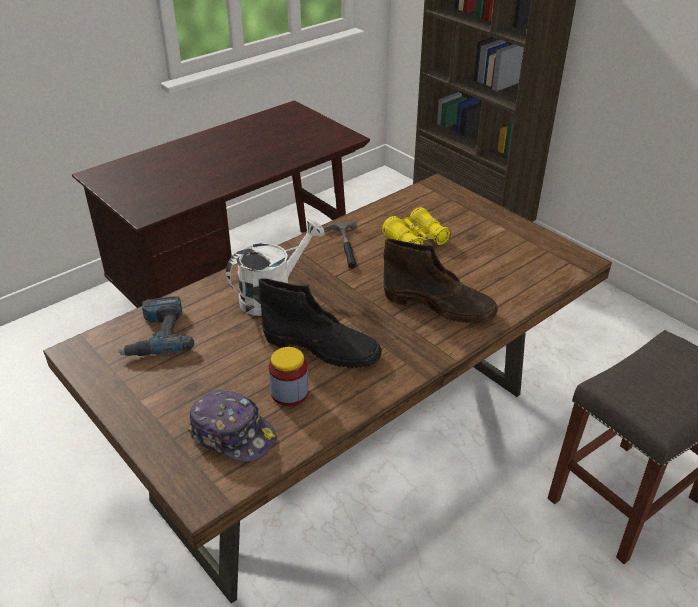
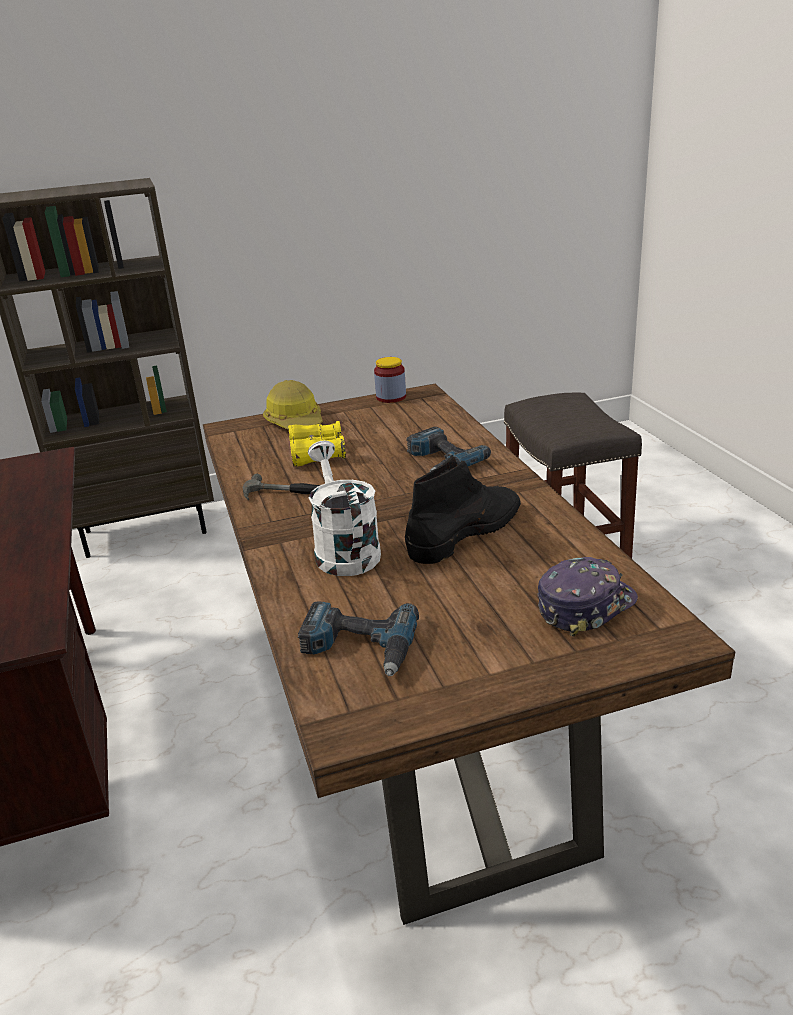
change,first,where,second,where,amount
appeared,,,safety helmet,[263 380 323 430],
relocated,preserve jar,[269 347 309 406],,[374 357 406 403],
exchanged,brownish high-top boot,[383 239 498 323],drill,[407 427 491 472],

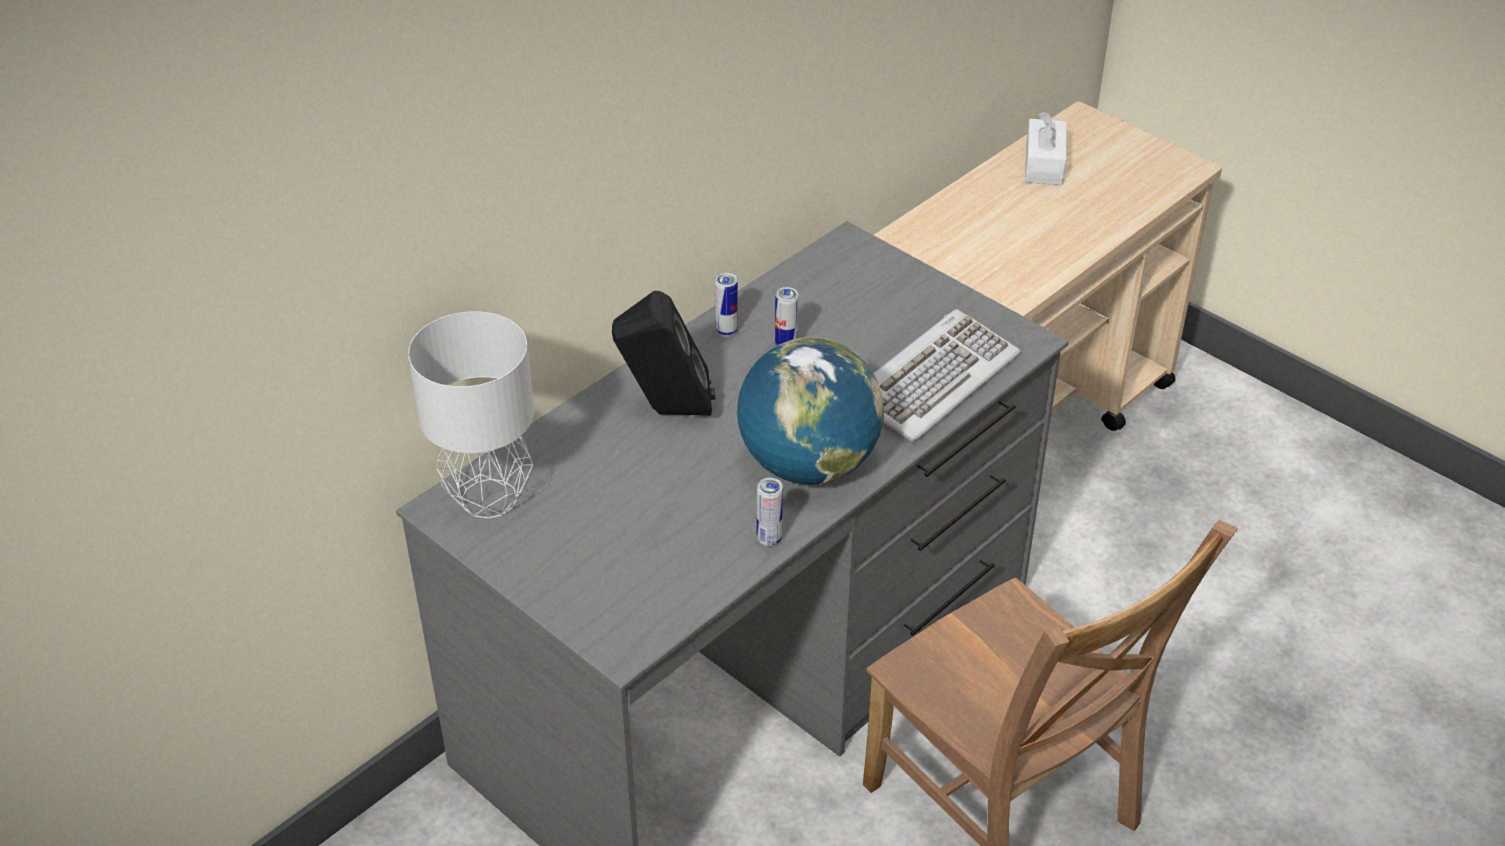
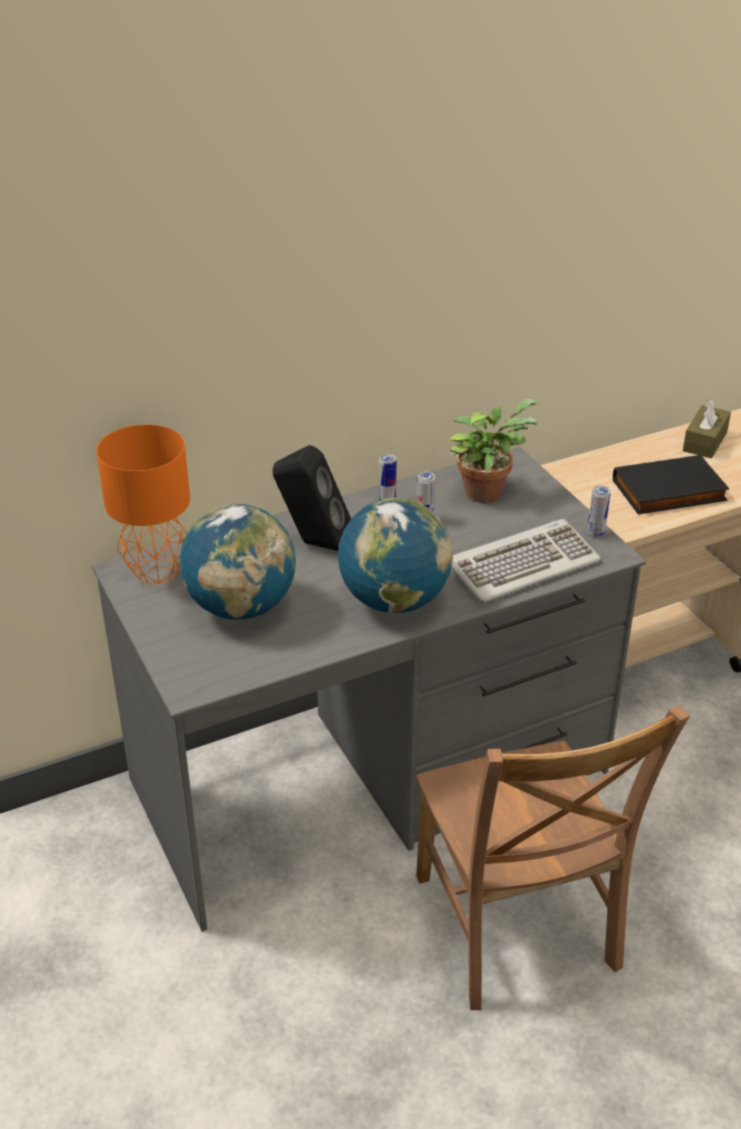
change,first,where,second,where,amount
colour,gray table lamp,[408 311 534 519],orange table lamp,[96 425 190 584],
appeared,,,world globe,[180 504 296 620],
appeared,,,potted plant,[450 399 540 503],
relocated,sealed can,[757 478 783 546],,[587 486 611 537],
appeared,,,blackish volume,[613 455 730 514],
colour,white tissue holder,[1025 112 1067 185],brownish tissue holder,[683 399 731 458],

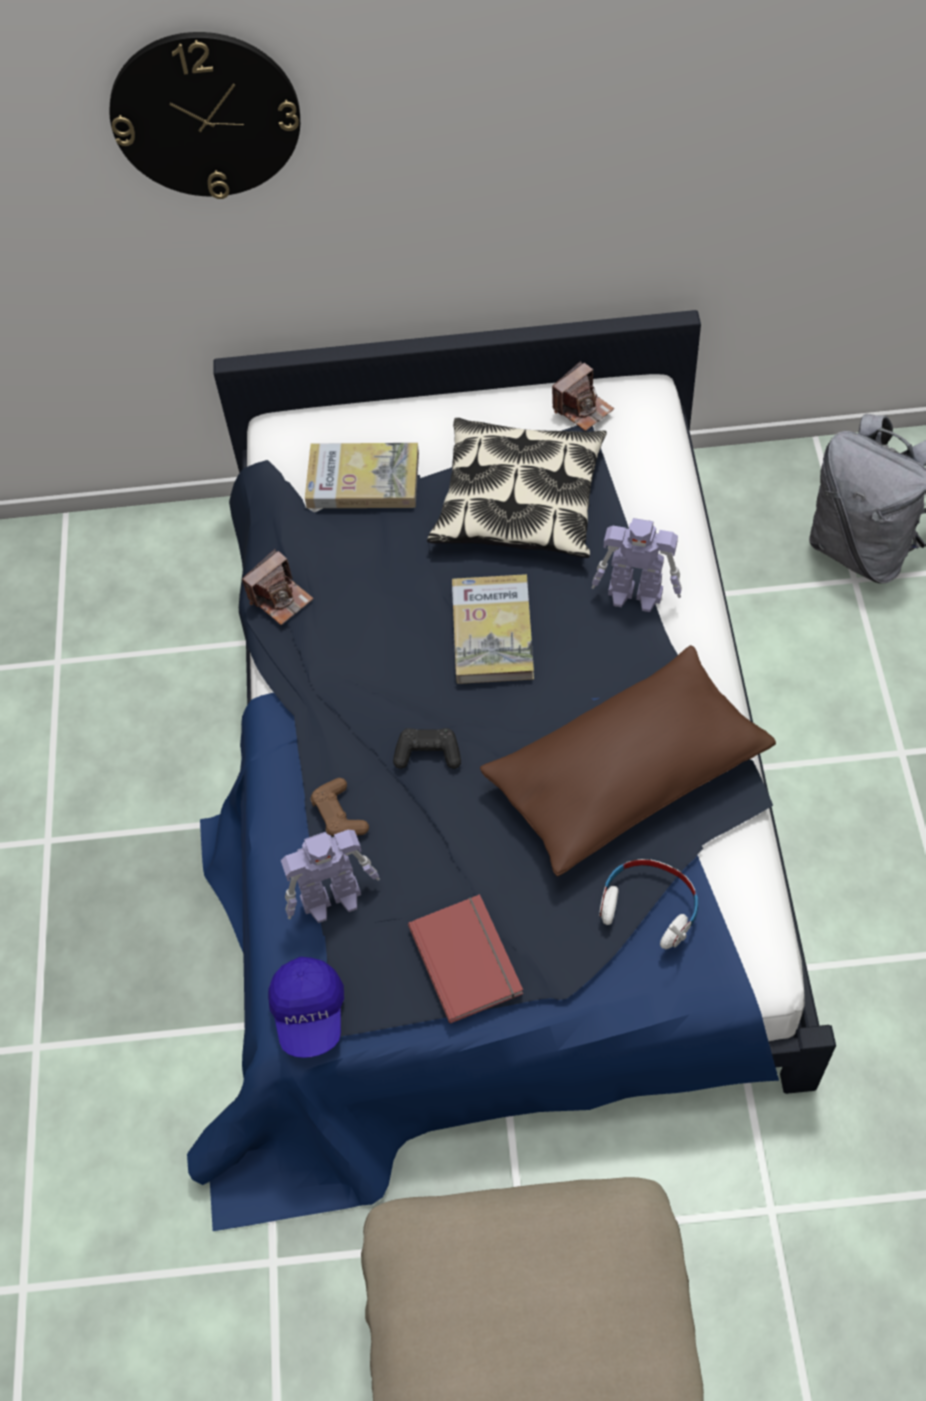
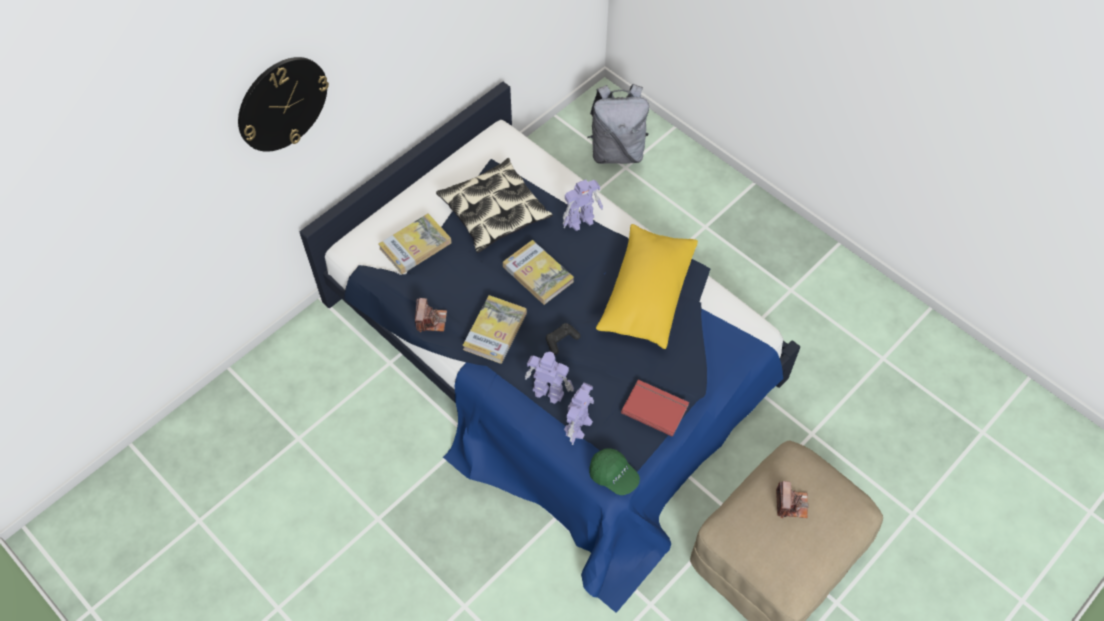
change,first,where,second,where,amount
appeared,,,volume,[462 295 527 364],
exchanged,brownish gamepad,[311 778 369 836],robot figure,[525 351 574 404],
colour,bluish baseball cap,[268 957 344 1058],greenish baseball cap,[589 448 640 495],
colour,brownish cushion,[480 645 776 877],yellowish cushion,[596 224 698 349],
relocated,photo camera,[552 361 614 431],,[776 481 809 518],
missing,white headphones,[599 859 698 950],,,

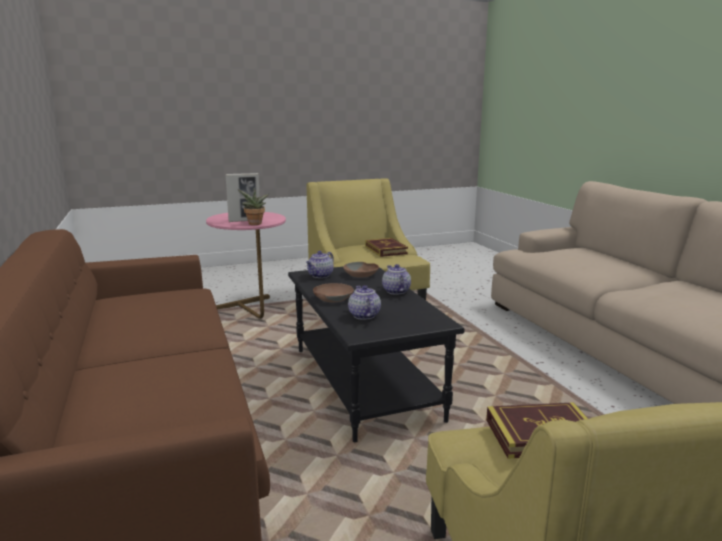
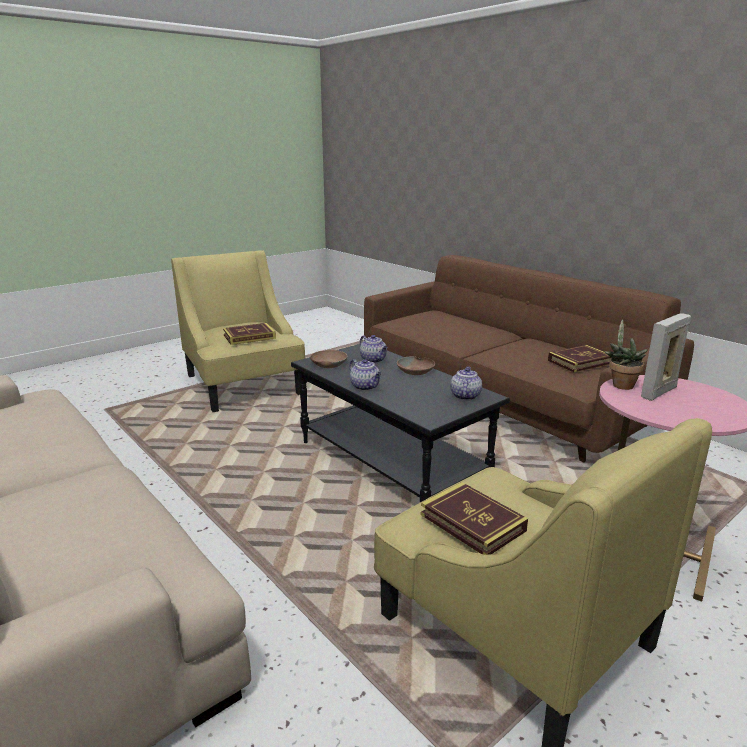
change,first,where,second,where,amount
relocated,brownish bowl,[343 262 379 278],,[310 350 348 368],
appeared,,,volume,[548 345 611 372],

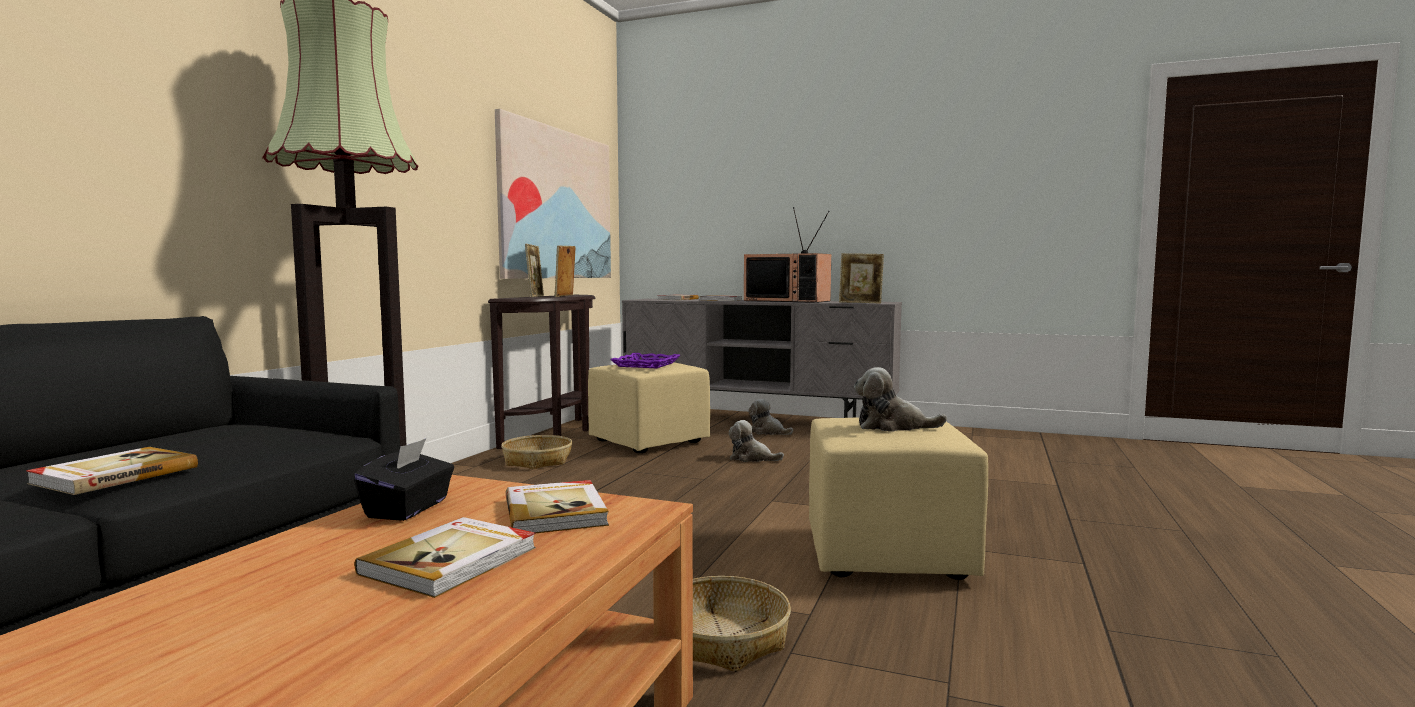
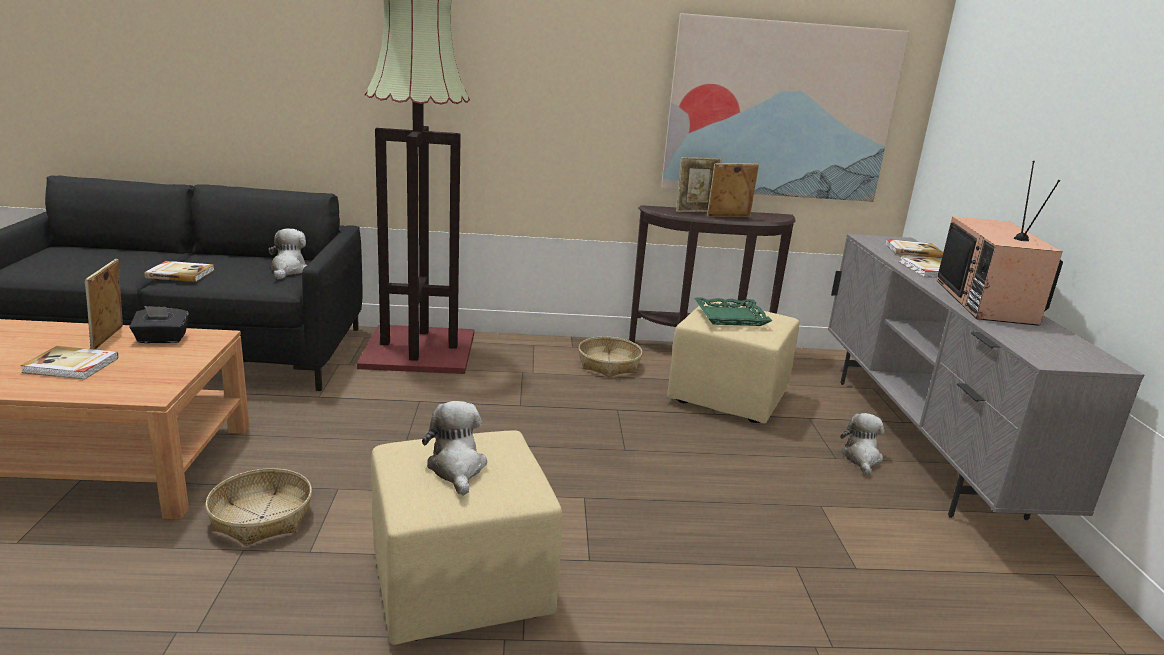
change,first,where,second,where,amount
relocated,standing frame,[839 253 884 304],,[85 259 123 350],
relocated,cuddly toy,[729 420 784 462],,[268 229 307 279],
colour,purple carrying tray,[611 353 680 368],greenish carrying tray,[694 297 772 326],
missing,volume,[506 480 609 533],,,

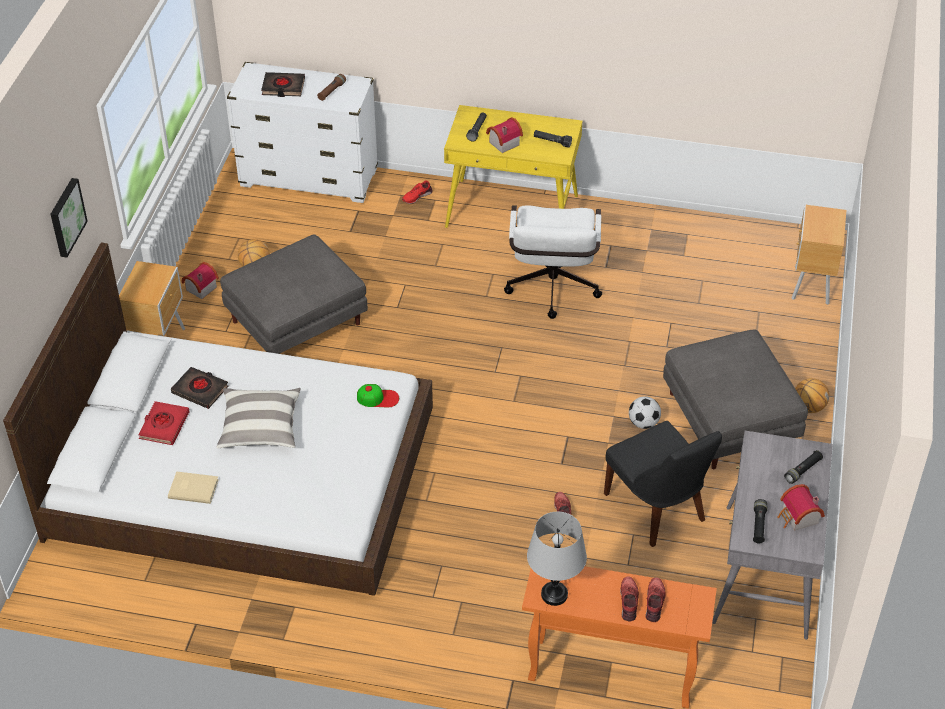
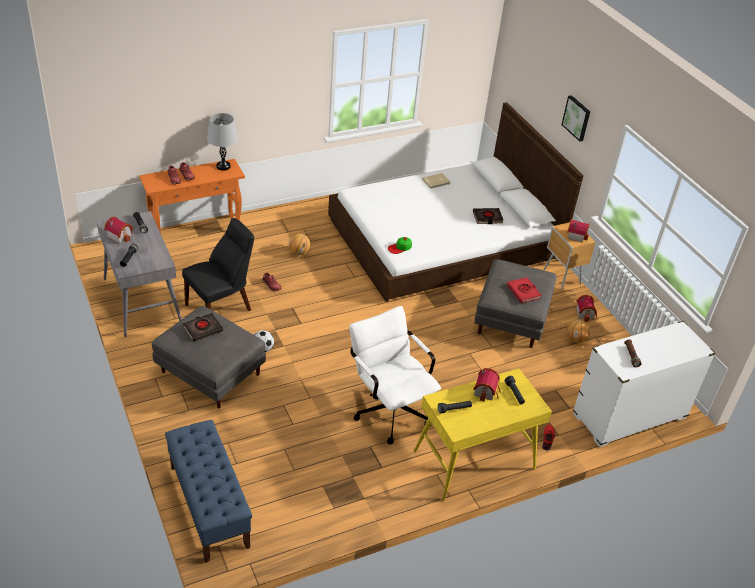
change,first,where,second,where,amount
exchanged,brownish nightstand,[792 205 846 305],bluish long seat,[165 420 252 563],
spun,blackish plain chair,[604 421 722 547],,[182 218 254 311],120 degrees clockwise
relocated,blackish volume,[261 72 305 97],,[183 313 223 341],
relocated,basketball,[795 378 829 413],,[289 233 310 255],
relocated,red-coloured volume,[138 401 189 445],,[507 277 542 303],
appeared,,,miniature house,[567 219 590 242],
missing,cushion,[217 388 300 448],,,

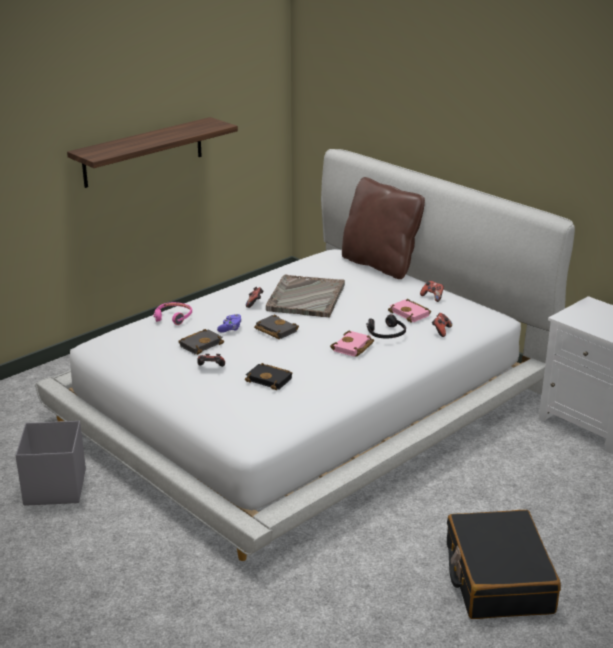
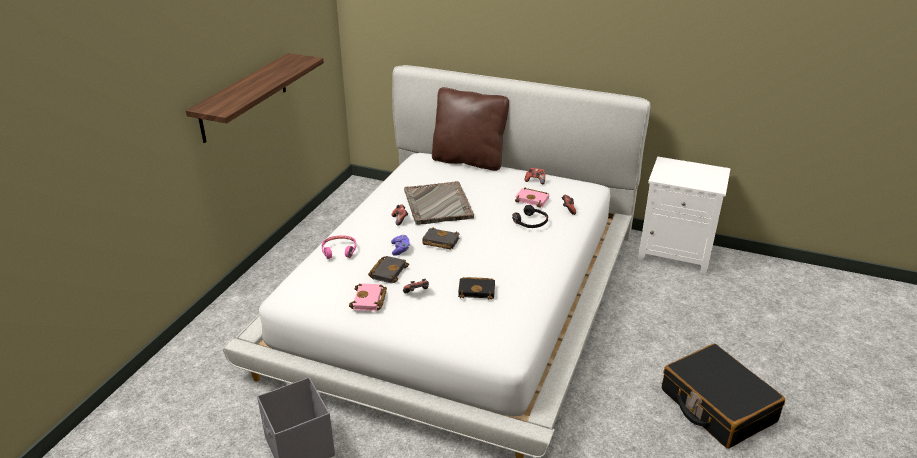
change,first,where,second,where,amount
relocated,pink volume,[330 331 374 357],,[349 283 387 311],

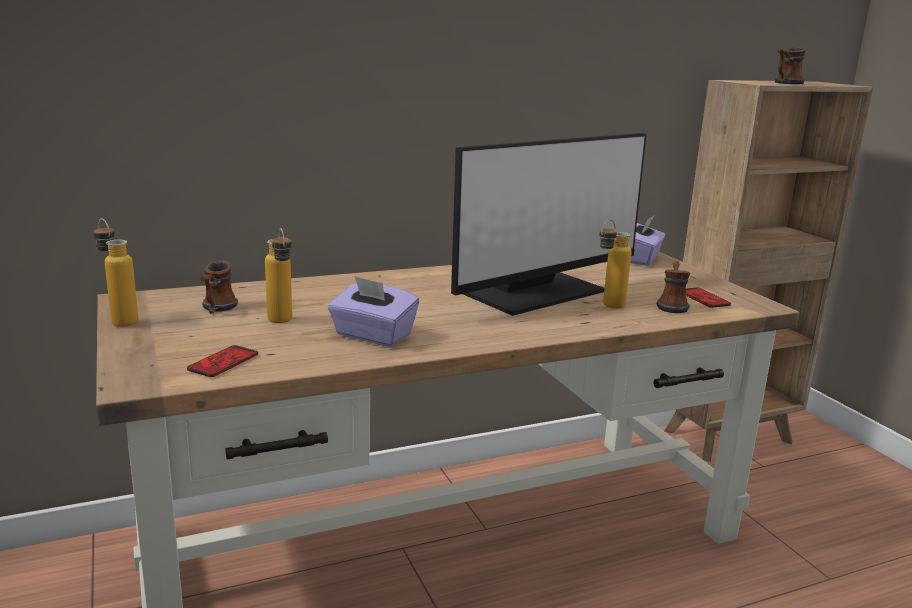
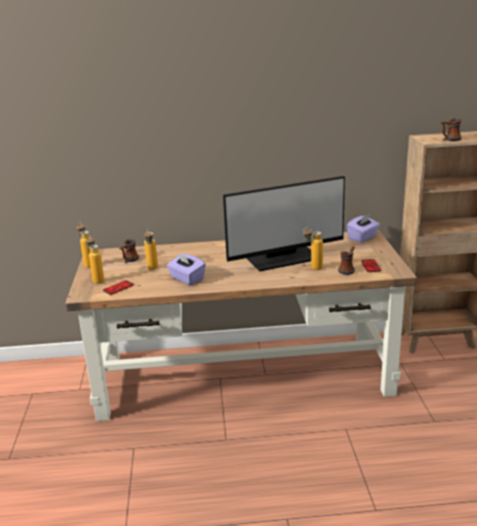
change,first,where,second,where,amount
appeared,,,drink bottle,[86 235 104 284],

